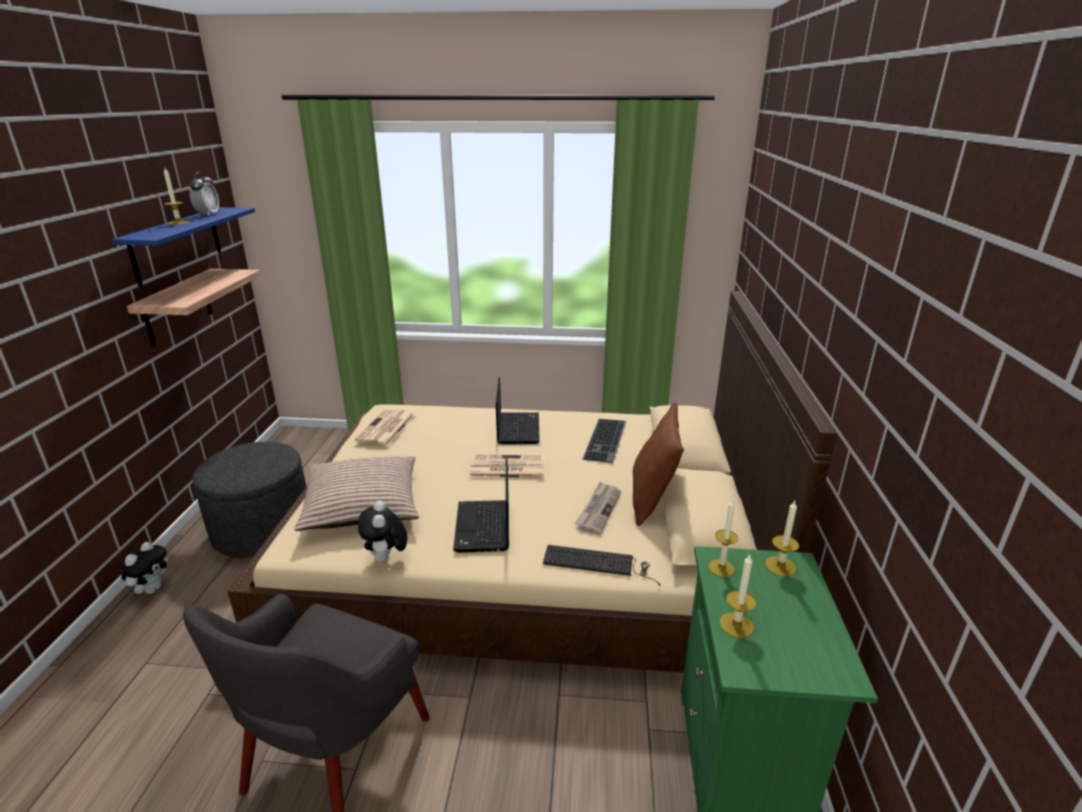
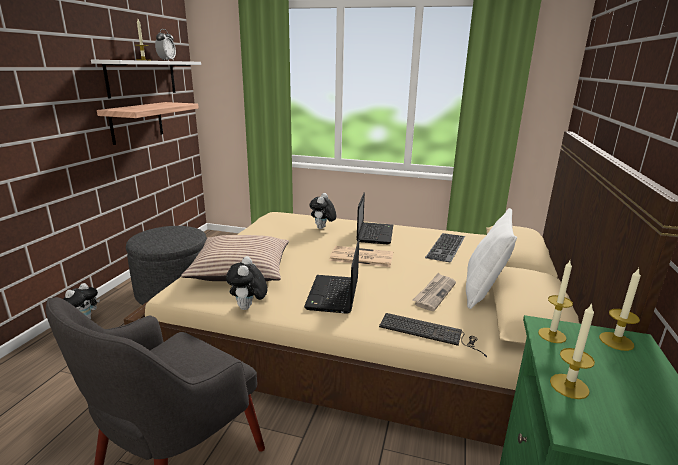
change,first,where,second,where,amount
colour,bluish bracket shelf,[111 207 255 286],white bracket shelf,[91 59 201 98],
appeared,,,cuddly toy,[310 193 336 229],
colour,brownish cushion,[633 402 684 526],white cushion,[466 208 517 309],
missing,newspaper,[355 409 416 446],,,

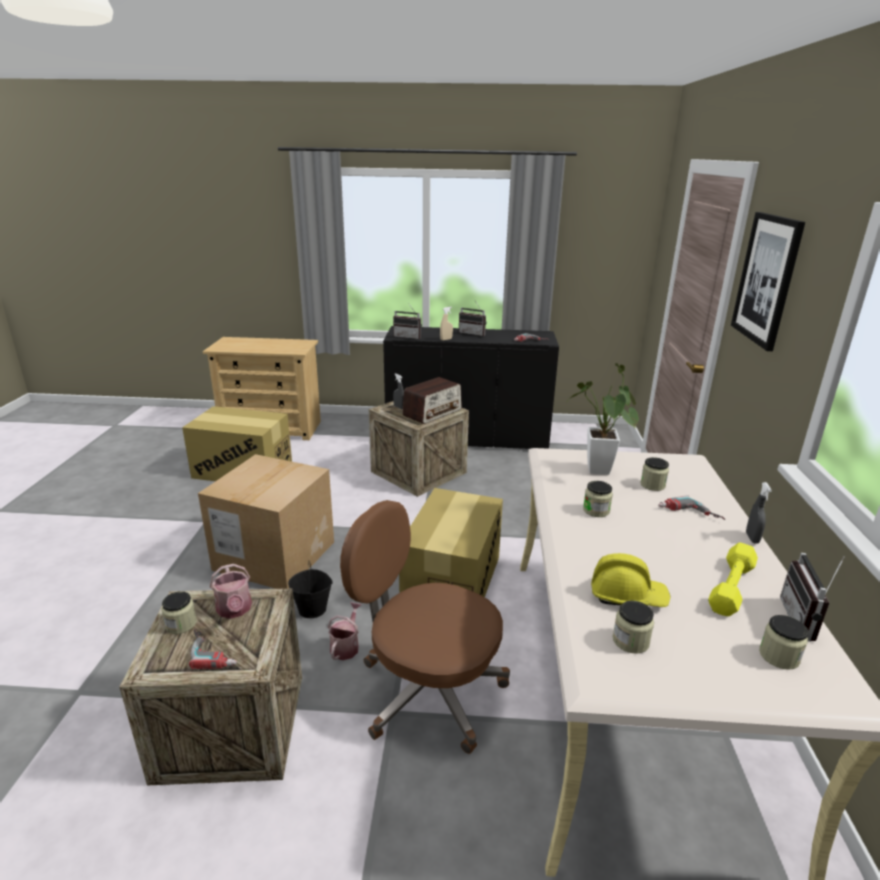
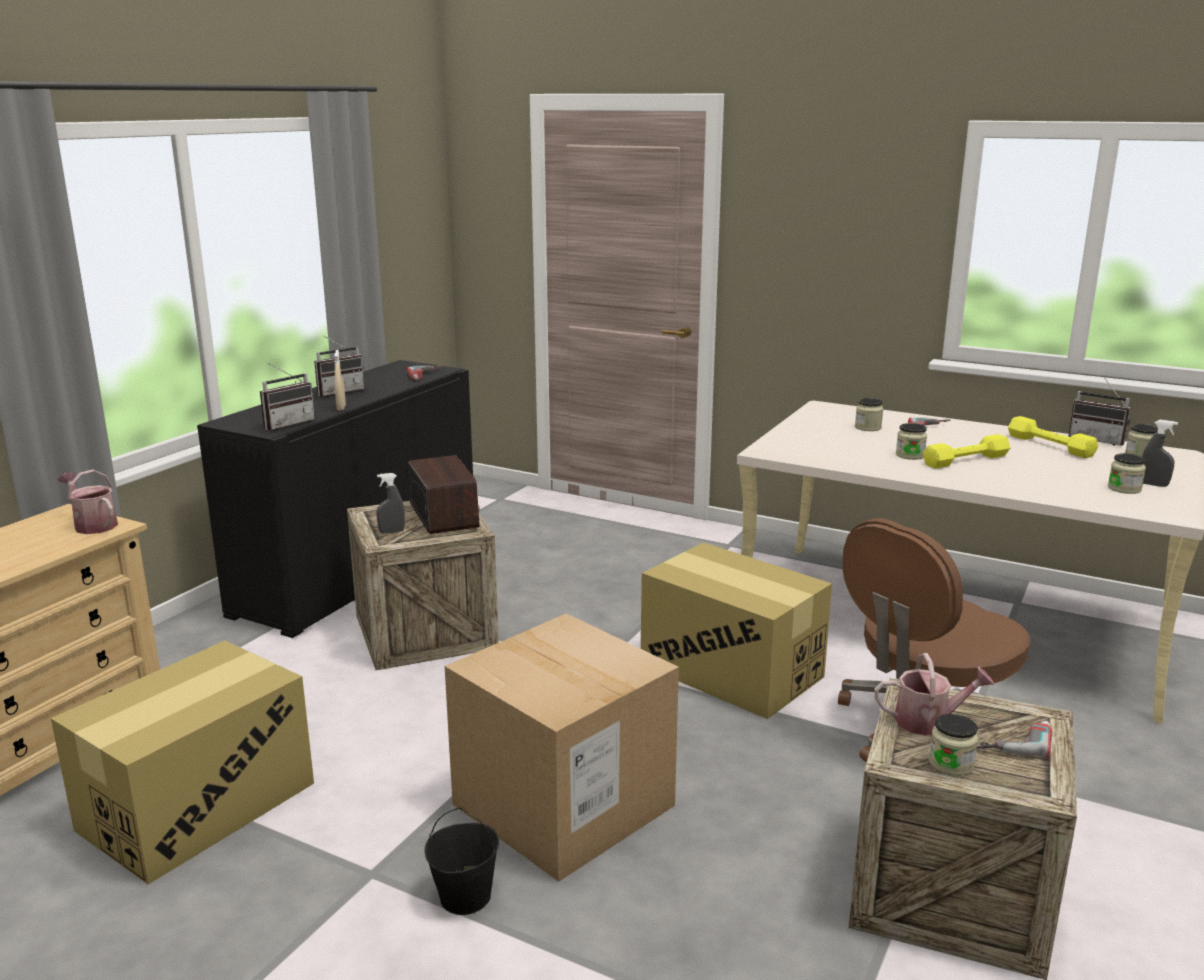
change,first,where,second,where,amount
relocated,watering can,[328 602 362 660],,[58 469 118 534],
relocated,blackish bucket,[288 561 333 618],,[425 808 499 915],
appeared,,,yellowish free weight,[923 434 1010 468],
relocated,gray sprayer,[746 482 772 544],,[1142 420 1178 487],
missing,potted plant,[566 363 638 475],,,
missing,yellowish safety helmet,[591 553 670 607],,,
missing,wall picture,[731 212 805 351],,,

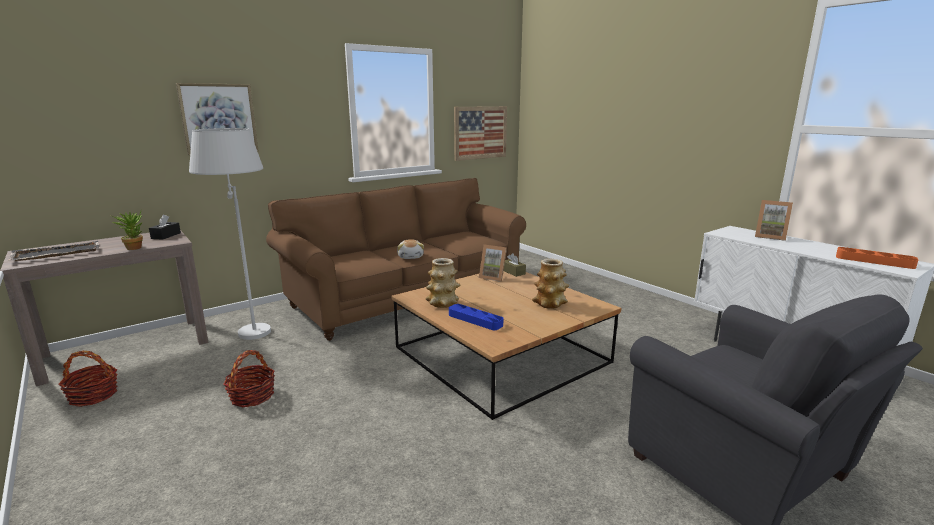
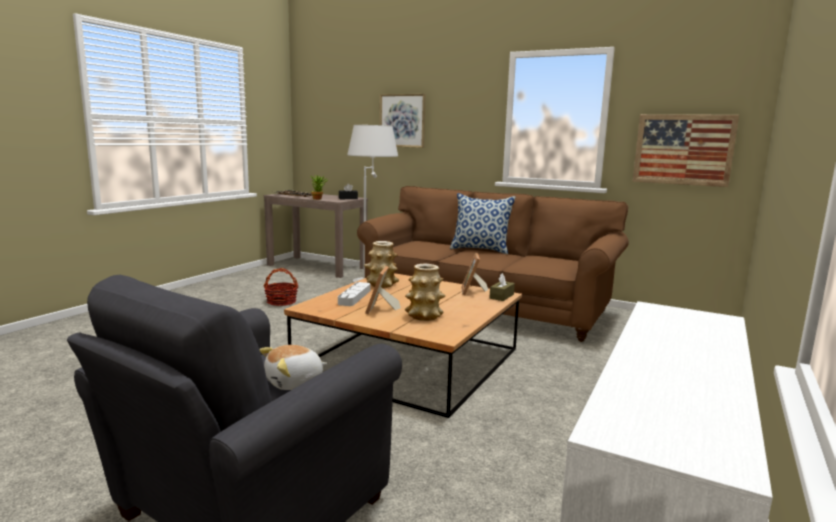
change,first,where,second,where,amount
relocated,cuddly toy,[397 239 424 259],,[259 345 327 390],
colour,bluish carrying tray,[449 304 503 330],gray carrying tray,[338 282 370 306],
relocated,standing frame,[755 200 793 241],,[365 266 401 314],
appeared,,,cushion,[450 193 516 254],
missing,household basket,[58 351 118 407],,,
missing,orange carrying tray,[836 247 918 269],,,

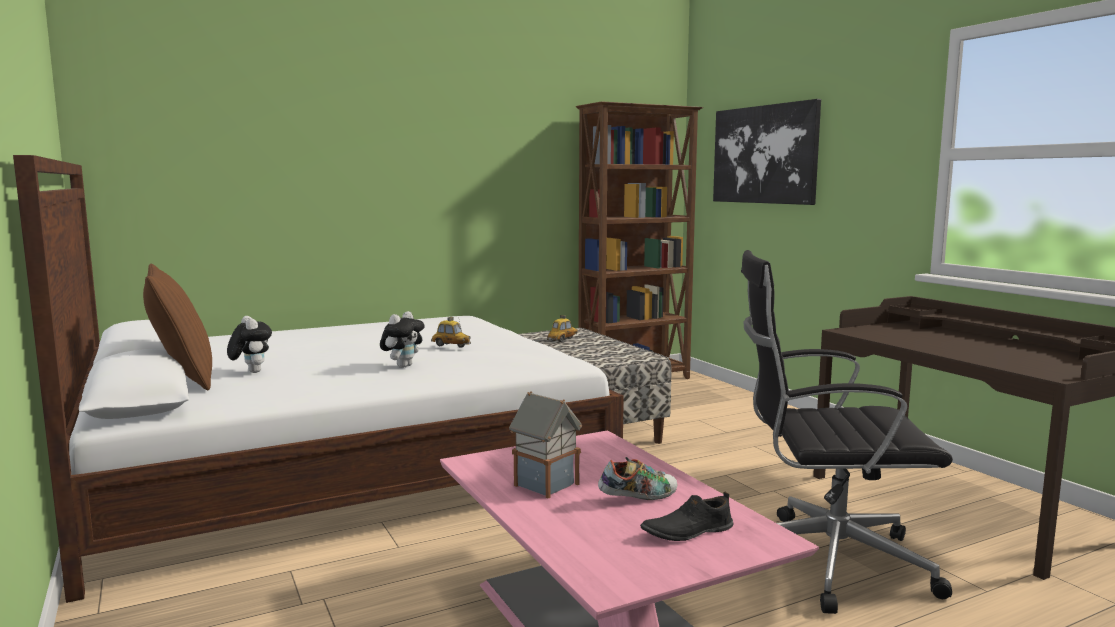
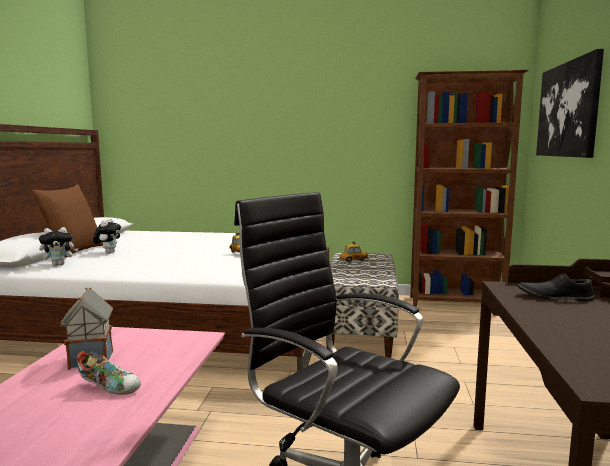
change,first,where,second,where,amount
relocated,cuddly toy,[380 311 425 368],,[39 227 79 266],
relocated,blackish shoe,[640 492 733 541],,[517 273 594 301],

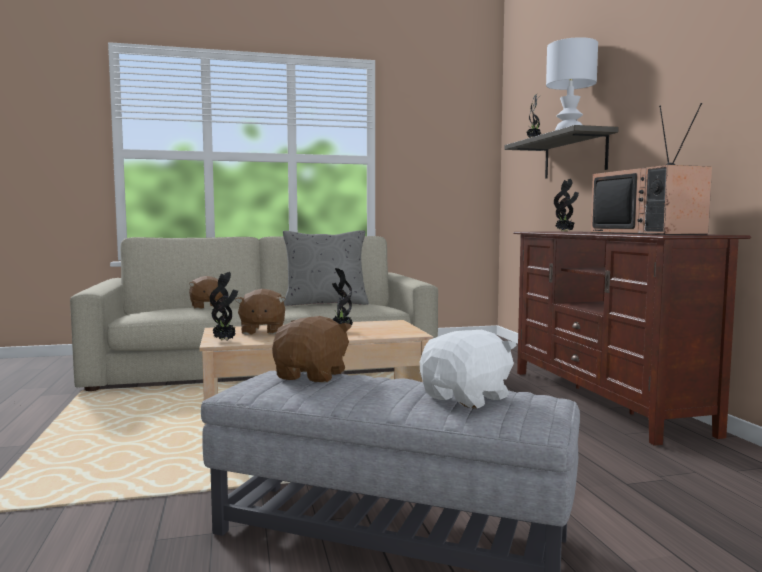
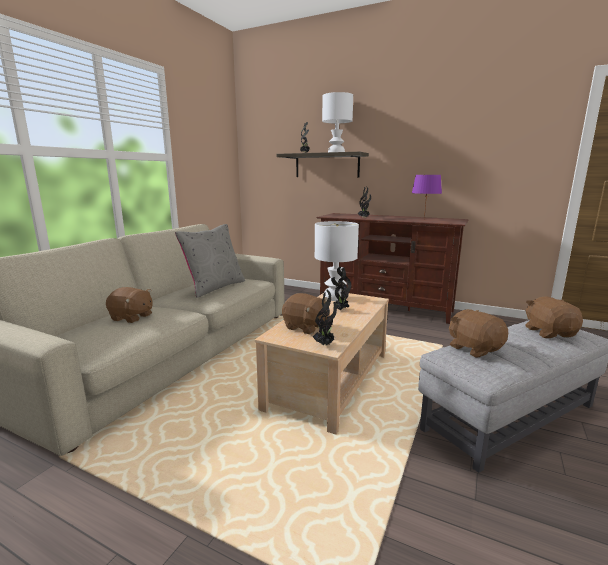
change,first,where,second,where,amount
appeared,,,white table lamp,[315 221 359 301],
exchanged,television,[591 103 712 235],purple table lamp,[412 175 442 220],
colour,white cuddly toy,[420 330 517 408],brownish cuddly toy,[525 297 583 338],

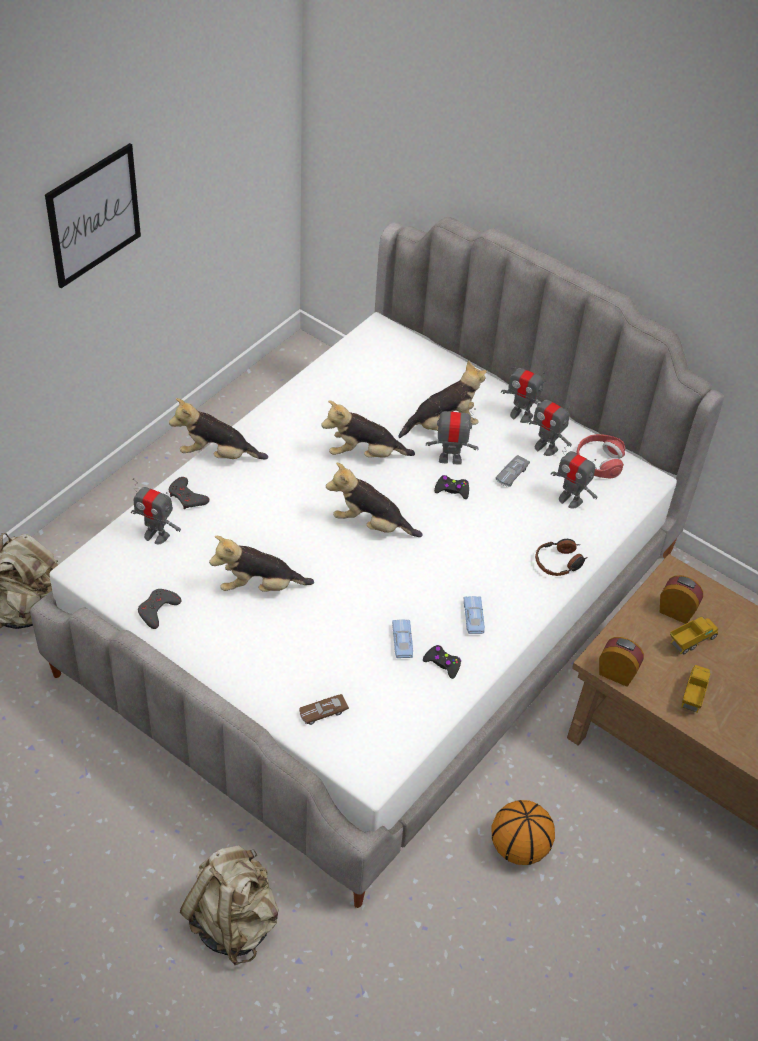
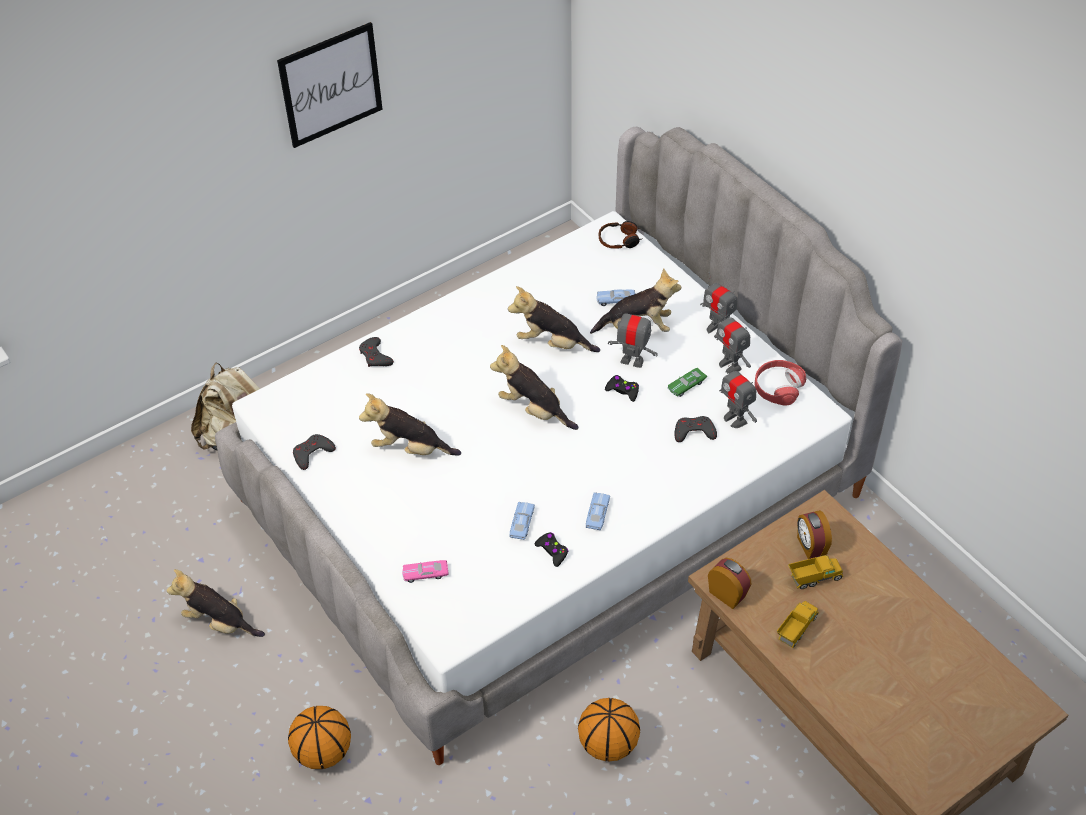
change,first,where,second,where,amount
relocated,cuddly toy,[169 398 268 459],,[166 569 265 637],
exchanged,beige knapsack,[180 845 279 965],basketball,[288 706 351 769],
colour,brownish miniature car,[299 694 349 725],pink miniature car,[402 560 449 583],
appeared,,,bluish miniature car,[596 290 635 306],
relocated,headphones,[535 539 587 576],,[599 221 643 249],
colour,gray miniature car,[496 455 530 487],greenish miniature car,[668 368 707 397],
appeared,,,gray gamepad,[674 416 717 442],
spun,bedside clock,[660 575 703 624],,[797 510 832 559],150 degrees counterclockwise
missing,robot figure,[131 478 181 544],,,

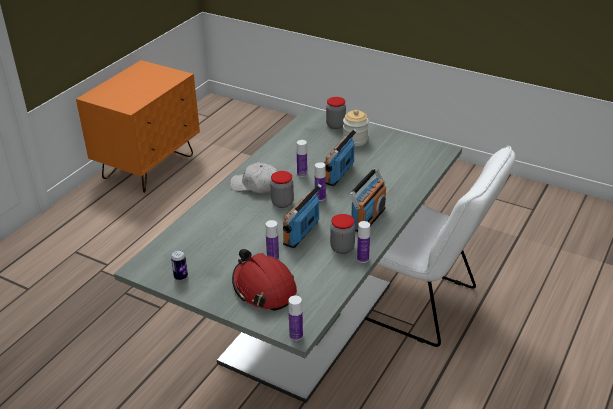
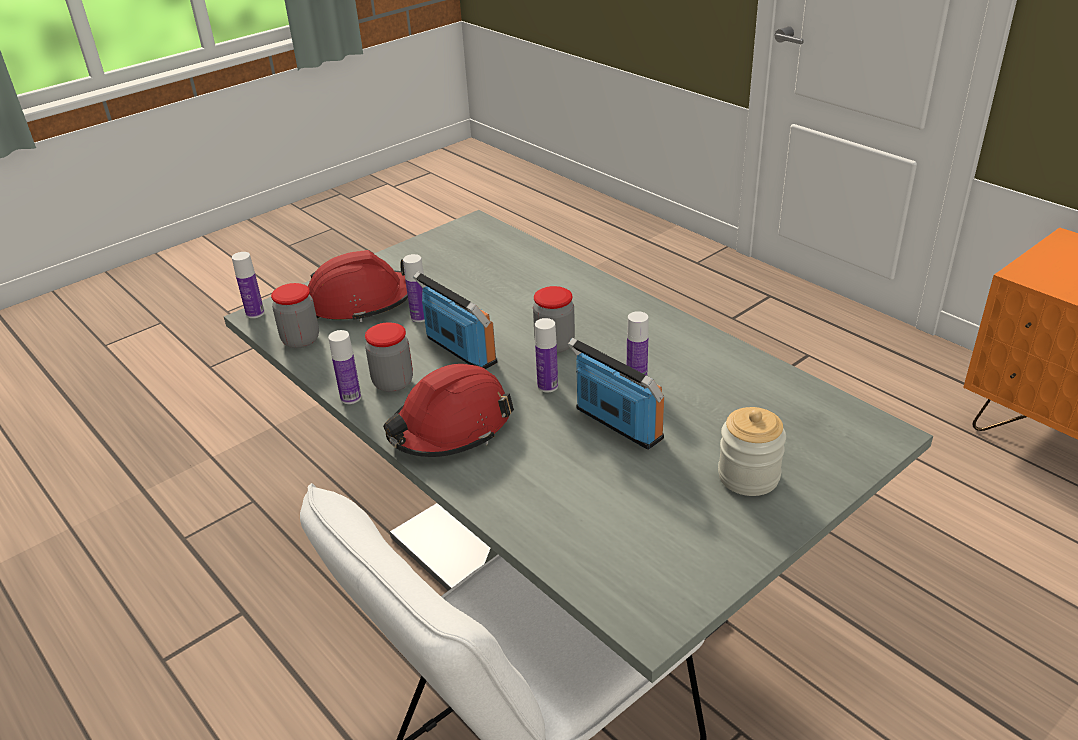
change,first,where,second,where,amount
relocated,preserve jar,[326 97 346 129],,[271 283 319 348],
exchanged,radio receiver,[349 168 386 232],red-coloured safety helmet,[383 364 514 457],
missing,sealed can,[171 250 188 280],,,
missing,white baseball cap,[230 162 278 193],,,

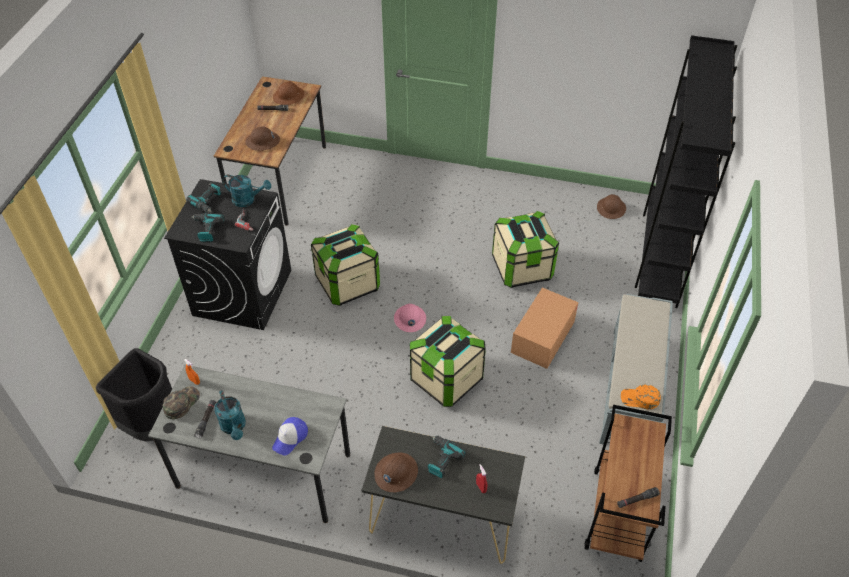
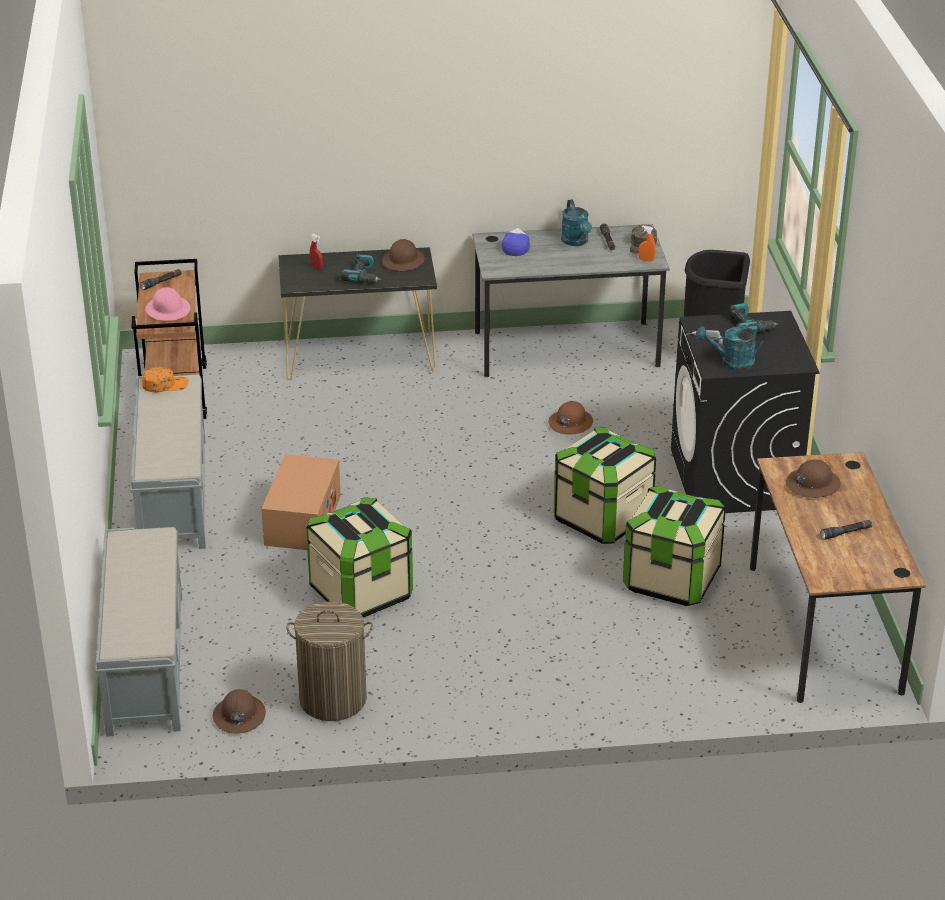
change,first,where,second,where,amount
exchanged,blackish shelving unit,[635 35 737 308],gray long seat,[95 527 182 737],
relocated,pink safety helmet,[394 304 426 332],,[145 287 191 321],
appeared,,,laundry basket,[286 601 373 721],
relocated,brownish safety helmet,[273 82 304 105],,[549 401 593 435],
spun,turquoise-coloured watering can,[214 390 246 440],,[561 200 592 246],150 degrees counterclockwise
relocated,storage box,[410 316 486 407],,[623 485 726 606],
missing,drill,[186 183 222 213],,,

